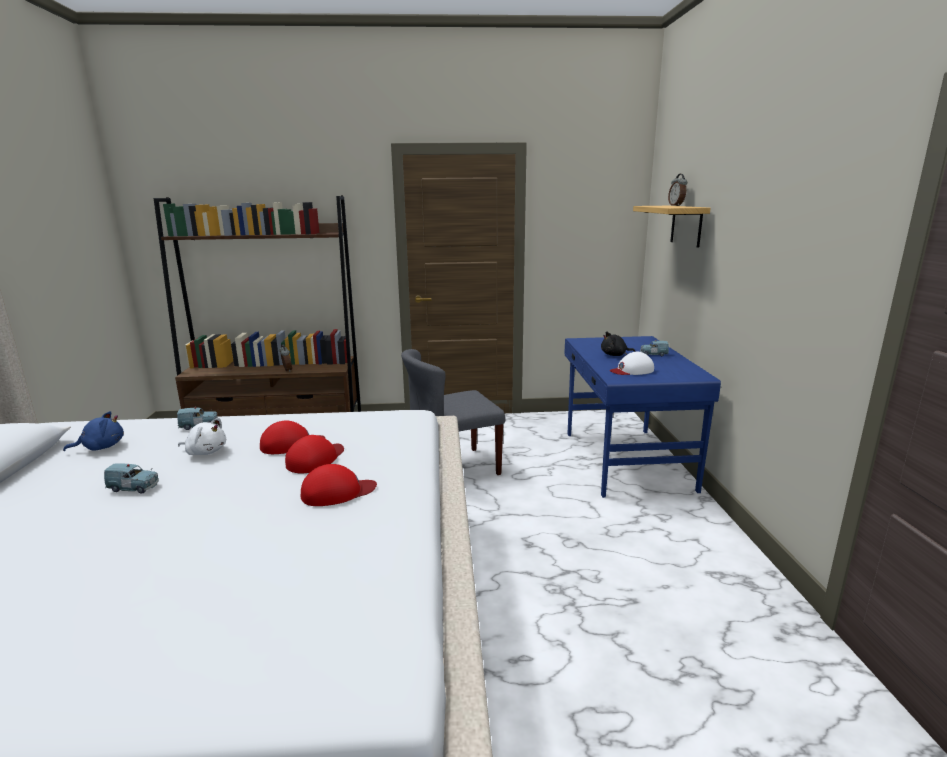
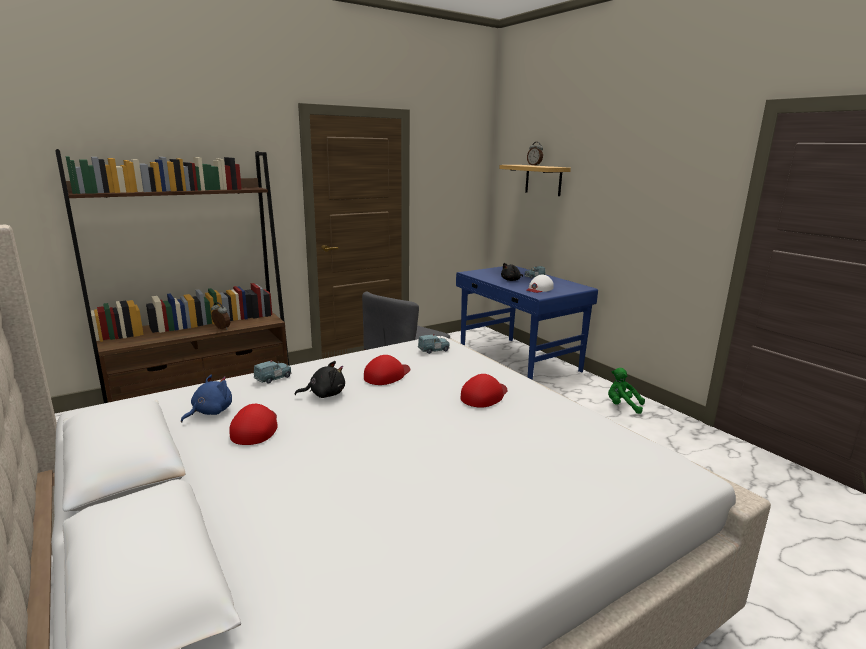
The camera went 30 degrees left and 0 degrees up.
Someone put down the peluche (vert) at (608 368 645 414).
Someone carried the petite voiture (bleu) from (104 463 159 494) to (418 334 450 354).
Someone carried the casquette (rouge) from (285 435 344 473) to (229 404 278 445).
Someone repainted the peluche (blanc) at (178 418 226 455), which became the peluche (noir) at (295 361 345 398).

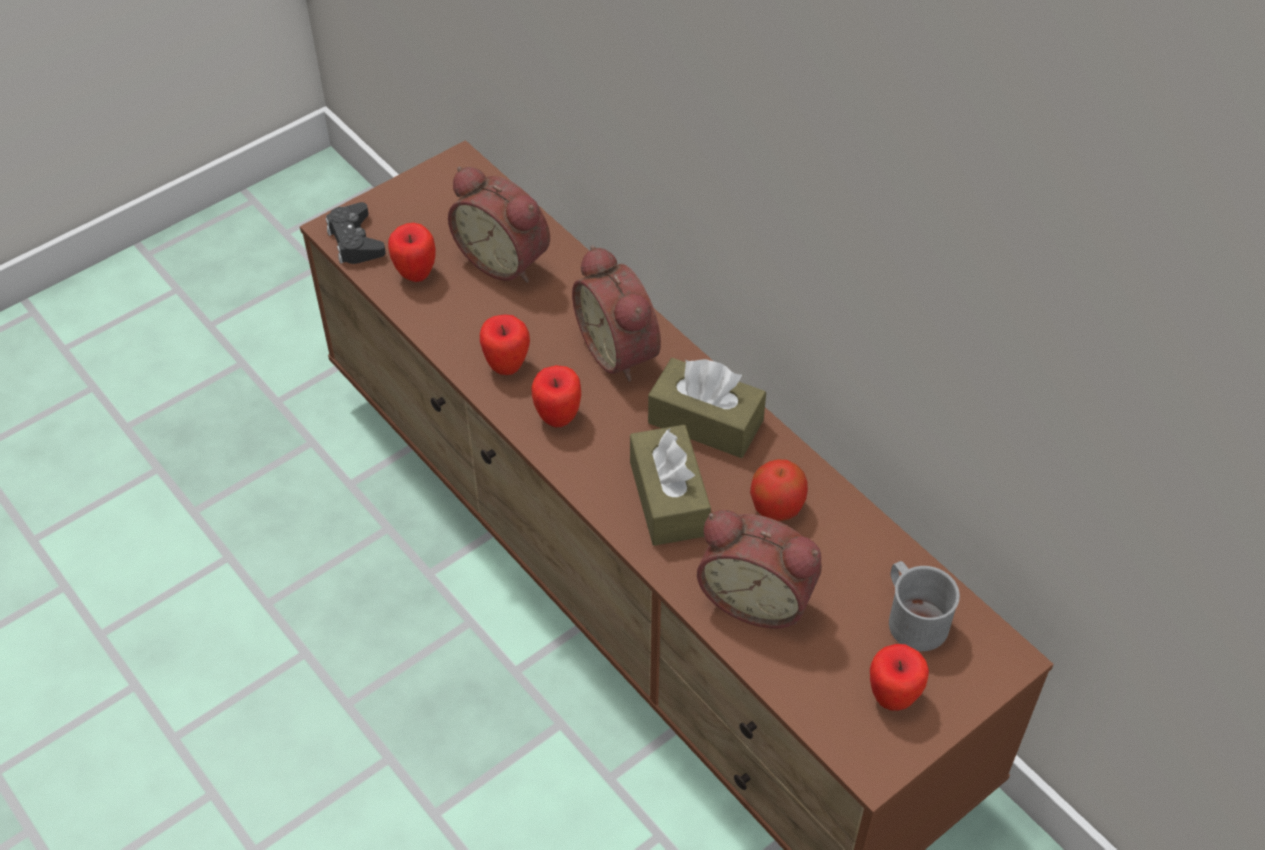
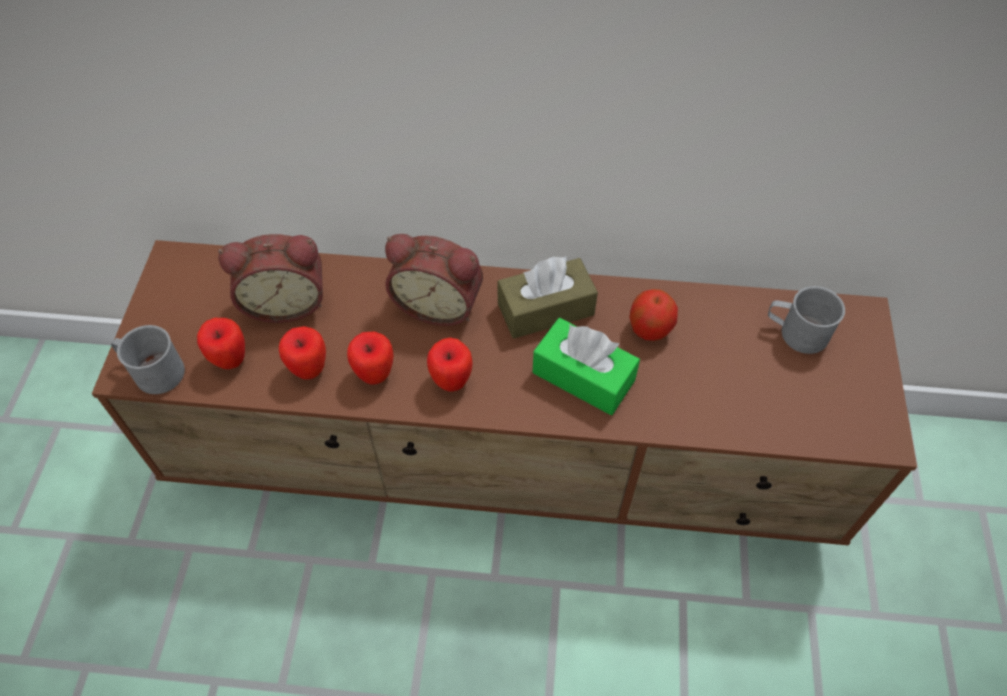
The camera went 45 degrees left and 5 degrees up.
Someone took away the réveil at (697 510 822 628).
Someone carried the pomme from (870 644 929 711) to (279 326 326 380).
Someone swapped the manette (noir) at (326 202 386 264) for the mug (gris) at (111 325 185 394).
Someone repainted the boîte à mouchoirs (marron) at (630 425 711 546), which became the boîte à mouchoirs (vert) at (533 318 640 415).

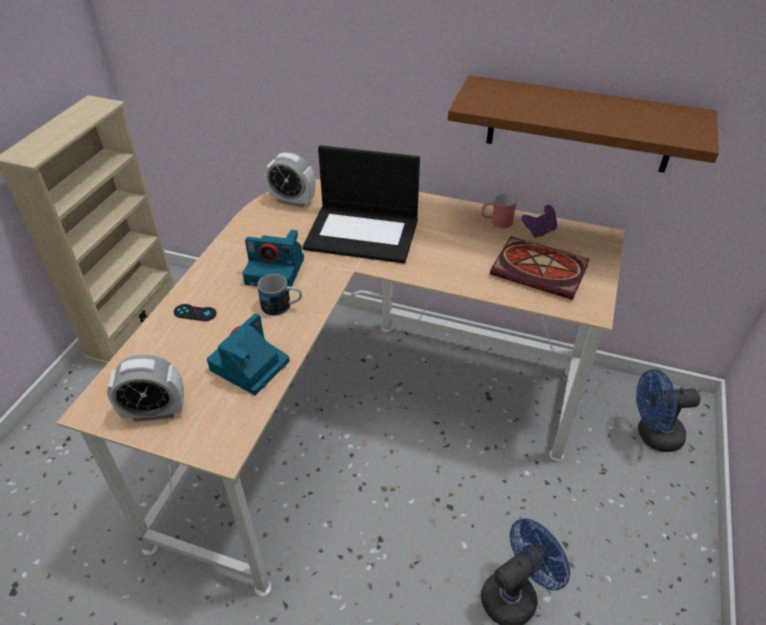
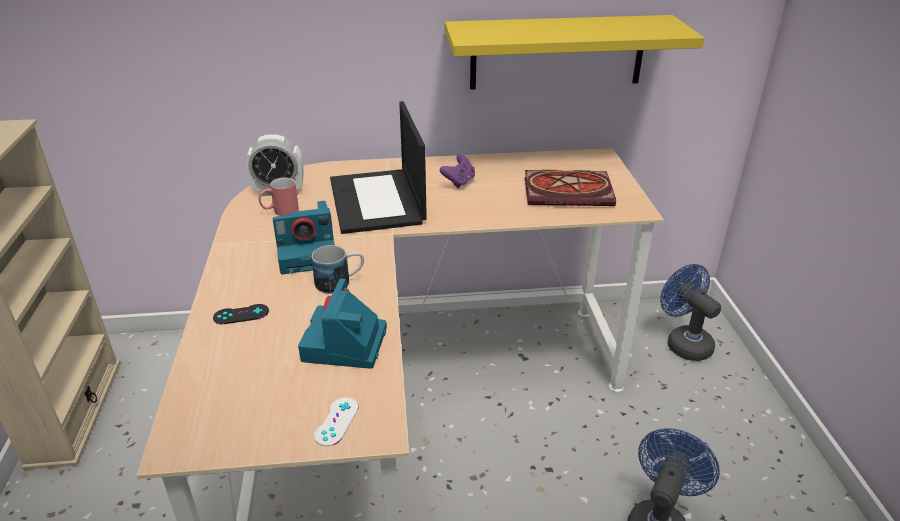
The camera went 25 degrees left and 10 degrees down.
Someone took away the réveil at (107 355 184 422).
Someone put down the manette (blanc) at (314 397 358 446).
Someone carried the mug (rouge) from (482 194 516 228) to (259 178 299 216).
Someone carried the manette (violet) from (522 205 557 238) to (440 154 475 188).
Someone repainted the étagère (marron) at (448 75 719 173), which became the étagère (jaune) at (445 15 704 90).
Someone rotated the ordinateur portable at (303 145 420 264) by 90 degrees clockwise.
Someone rotated the ventilateur (bleu) at (636 369 701 452) by 90 degrees clockwise.

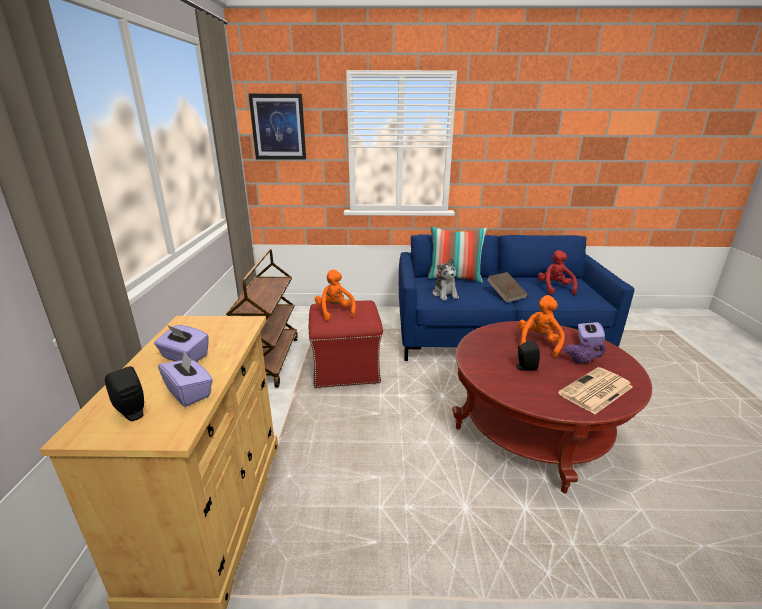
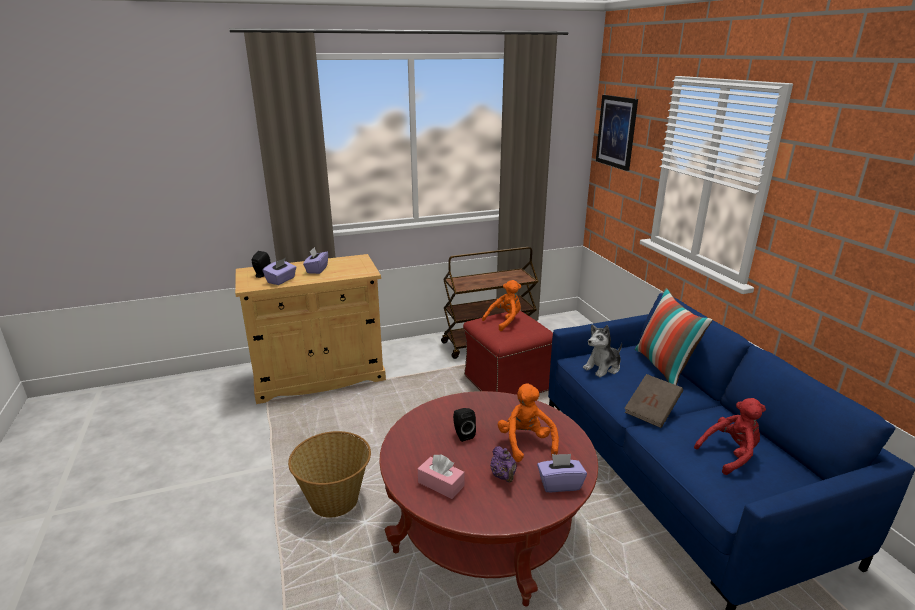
The camera went 70 degrees right and 0 degrees up.
Someone put down the panier at (288 431 371 518).
Someone swapped the journal at (558 367 633 414) for the boîte à mouchoirs (rose) at (418 455 465 499).
Someone rotated the peluche (orange) at (519 295 565 358) by 105 degrees counterclockwise.

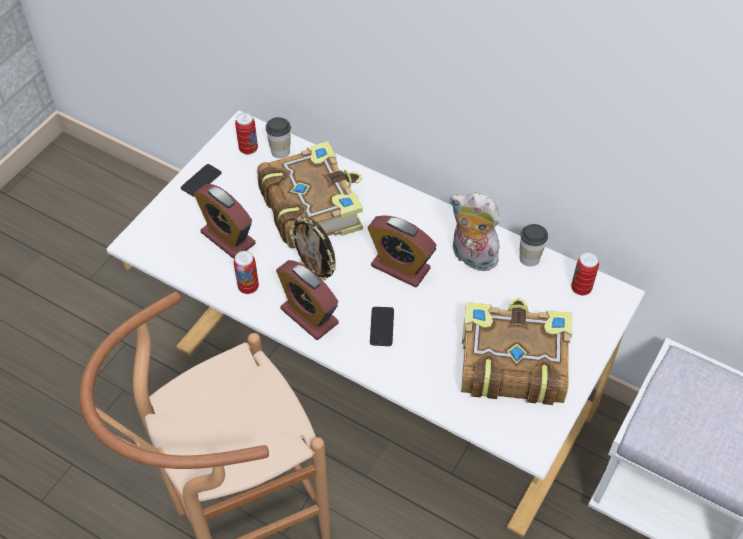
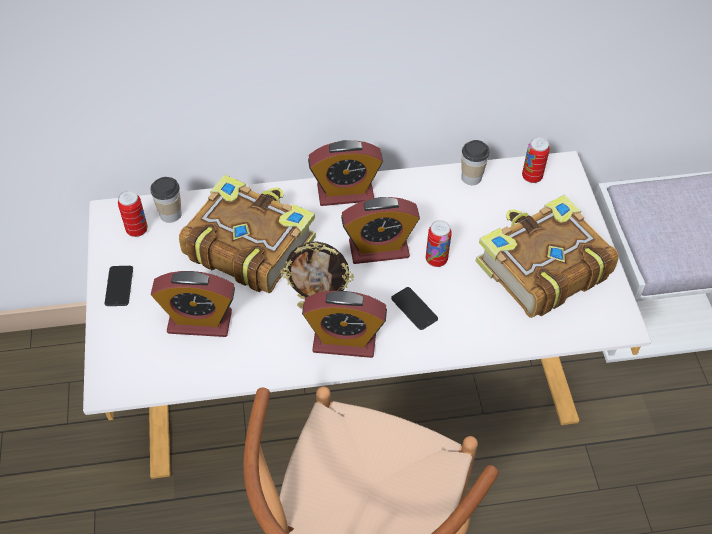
The camera went 40 degrees left and 0 degrees up.
Someone took away the peluche at (450 193 501 271).
Someone put down the réveil at (308 140 383 206).
Someone carried the boîte métallique from (234 251 259 294) to (426 220 452 267).

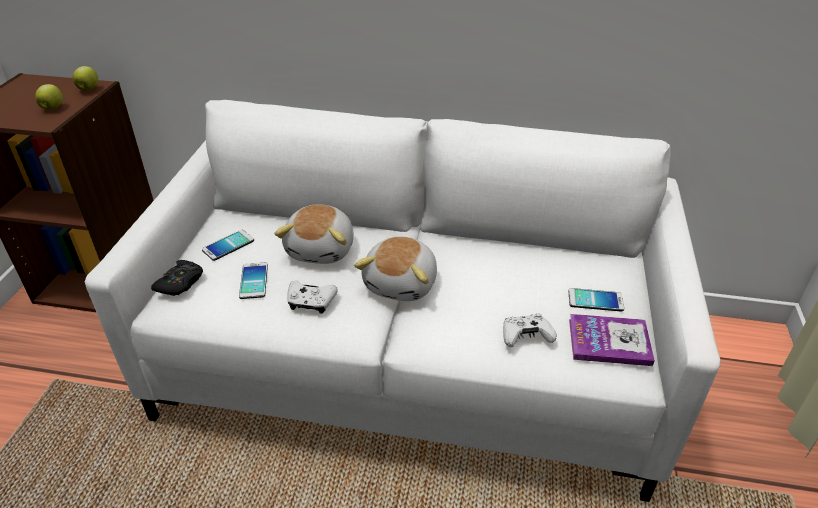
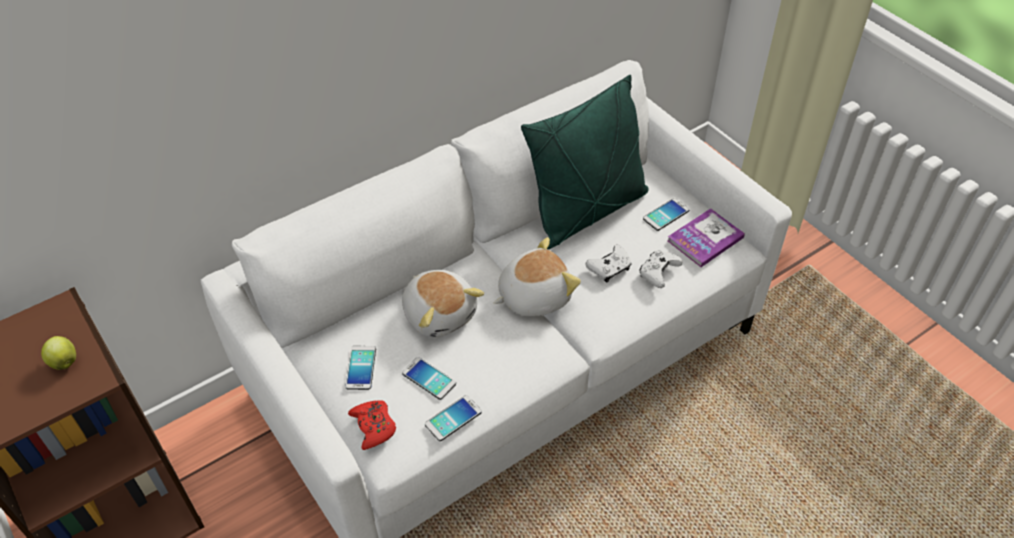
The camera went 45 degrees left and 10 degrees up.
Someone took away the pomme at (73 66 98 91).
Someone put down the téléphone at (425 395 482 441).
Someone put down the coussin (vert) at (521 75 649 250).
Someone carried the manette (blanc) from (287 280 338 314) to (585 245 631 282).
Someone repainted the manette (noir) at (151 260 203 296), which became the manette (rouge) at (348 400 396 450).
Someone rotated the peluche at (354 236 437 301) by 90 degrees counterclockwise.

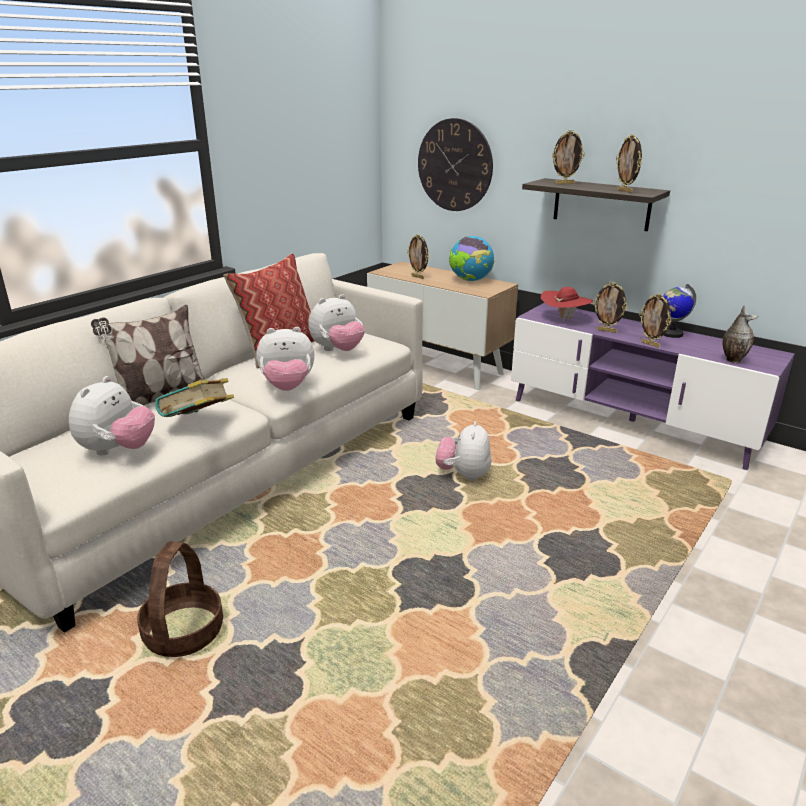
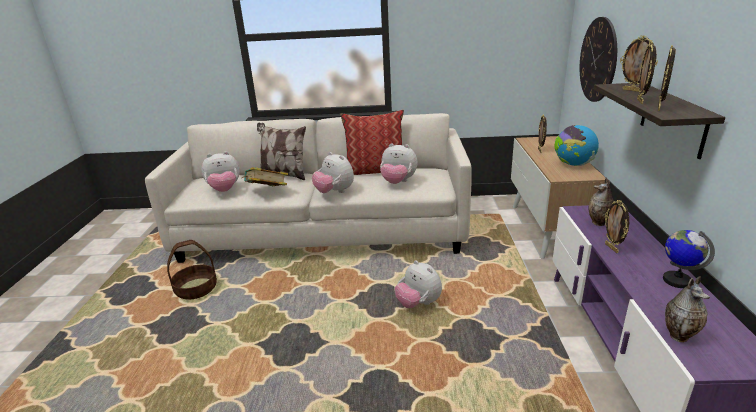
The camera went 55 degrees right and 0 degrees up.
Someone carried the cadre photo from (639 293 671 348) to (637 42 656 104).
Someone swapped the chapeau (rouge) at (541 287 593 322) for the vase at (588 177 614 226).
Someone rotated the peluche at (436 421 491 481) by 105 degrees counterclockwise.

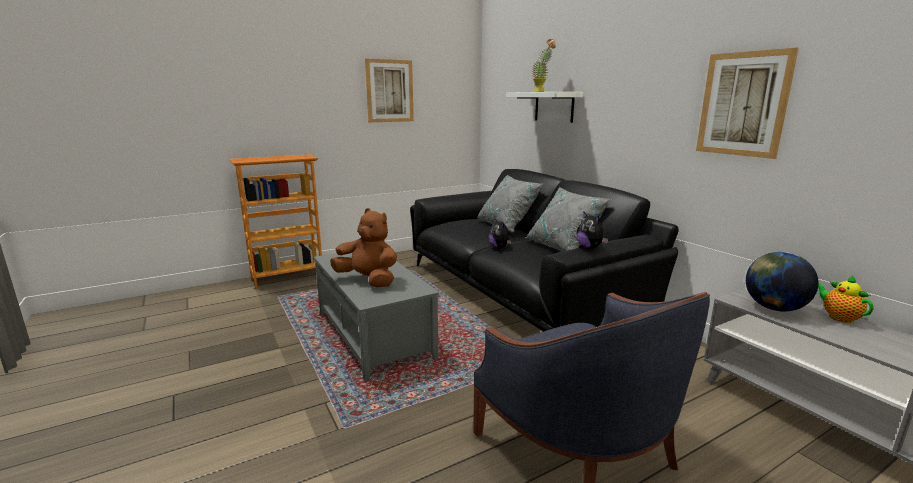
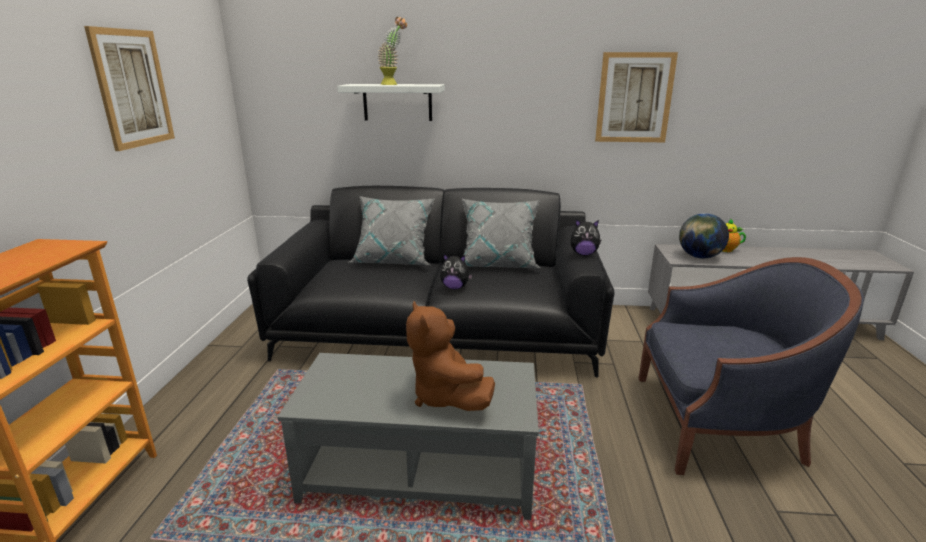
The camera went 55 degrees left and 5 degrees up.
Someone rotated the peluche (marron) at (330 208 397 287) by 90 degrees counterclockwise.

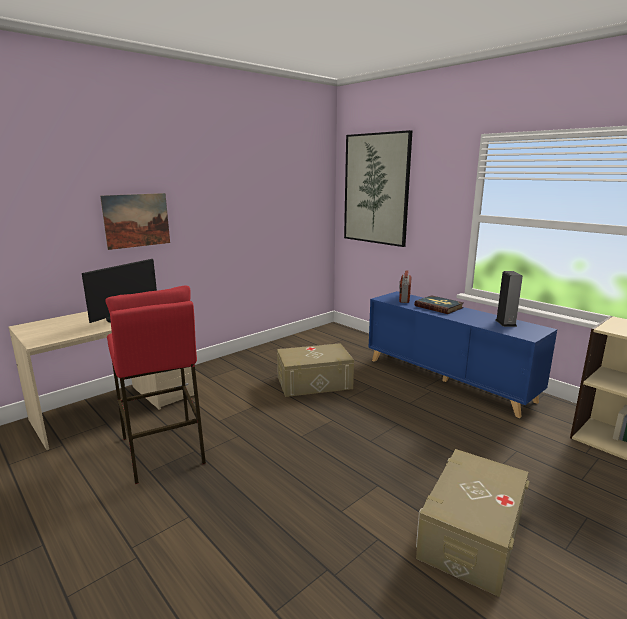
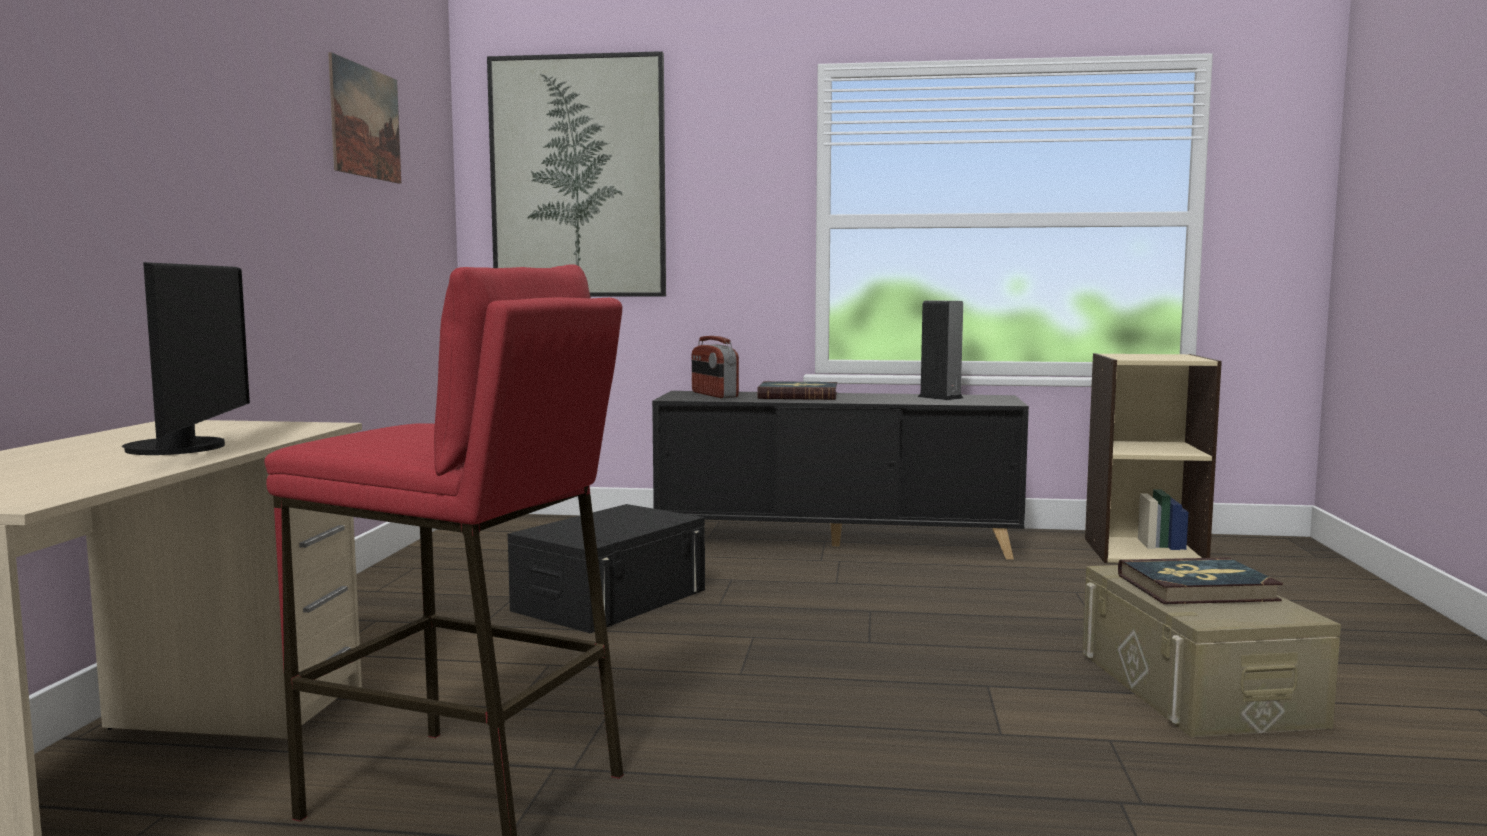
The camera went 40 degrees left and 10 degrees down.
Someone put down the livre at (1118 557 1283 604).
Someone carried the tableau from (100 193 170 250) to (328 52 401 184).
Someone repainted the boîte de rangement (beige) at (277 343 354 397), which became the boîte de rangement (noir) at (508 504 705 633).
Someone repainted the meuble de rangement (bleu) at (368 291 557 418), which became the meuble de rangement (noir) at (652 391 1029 560).

